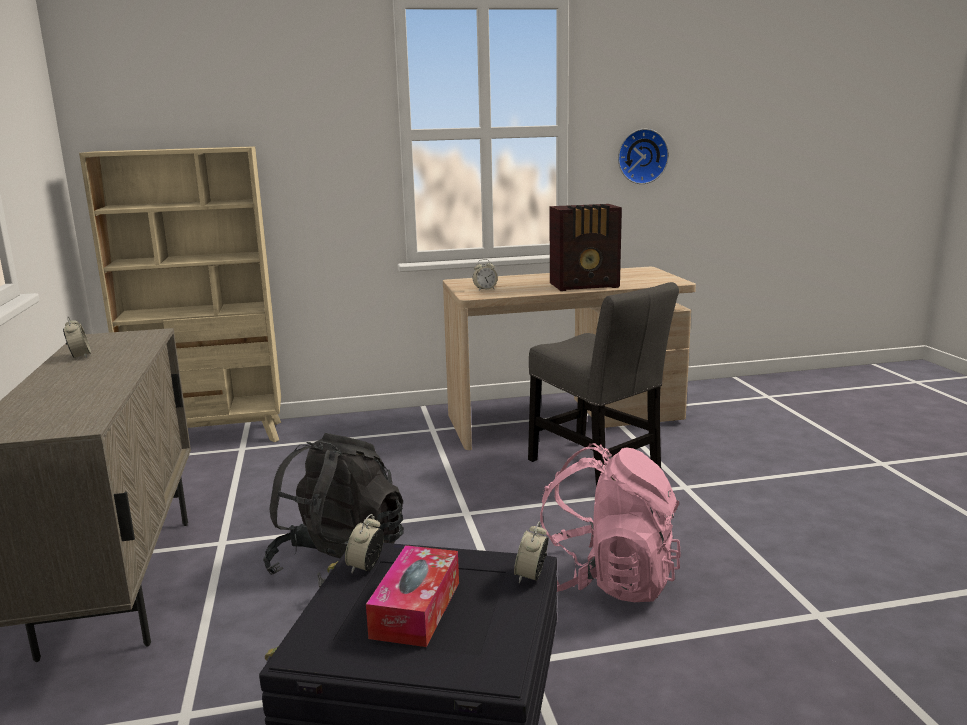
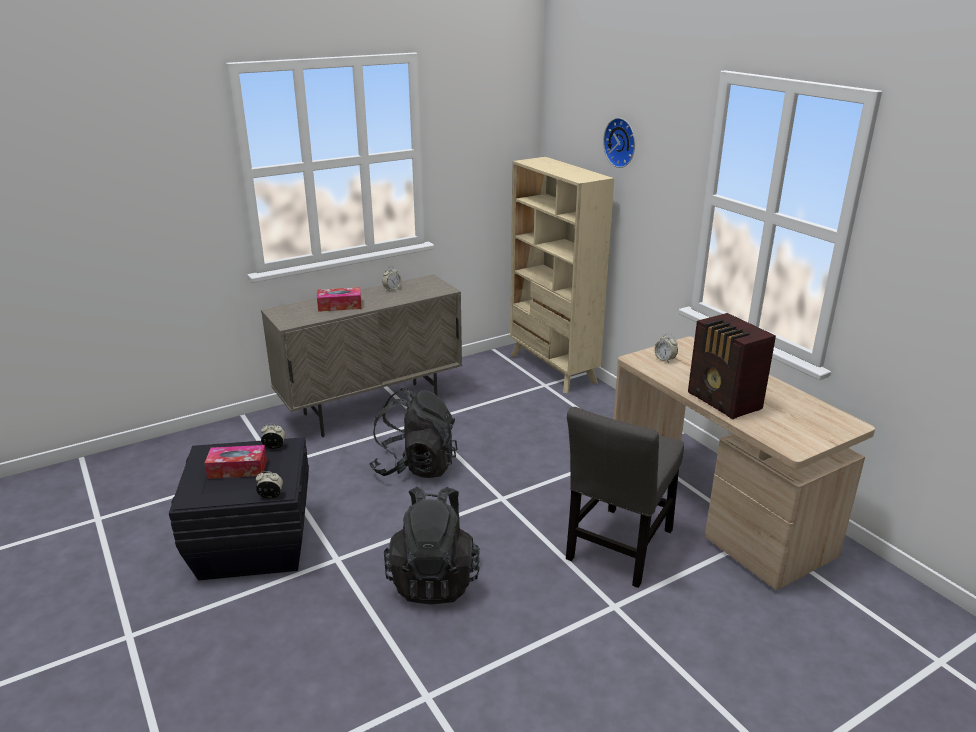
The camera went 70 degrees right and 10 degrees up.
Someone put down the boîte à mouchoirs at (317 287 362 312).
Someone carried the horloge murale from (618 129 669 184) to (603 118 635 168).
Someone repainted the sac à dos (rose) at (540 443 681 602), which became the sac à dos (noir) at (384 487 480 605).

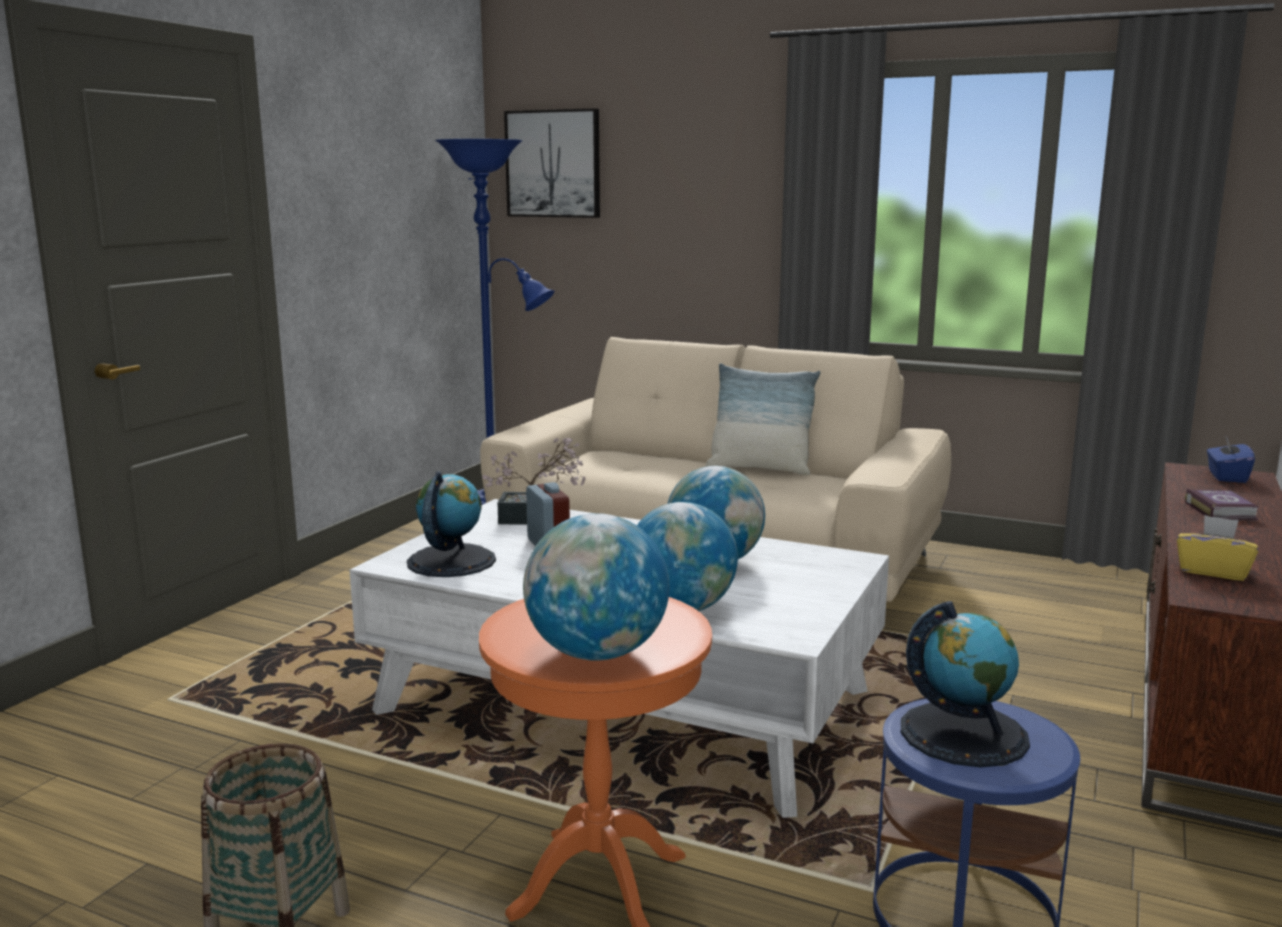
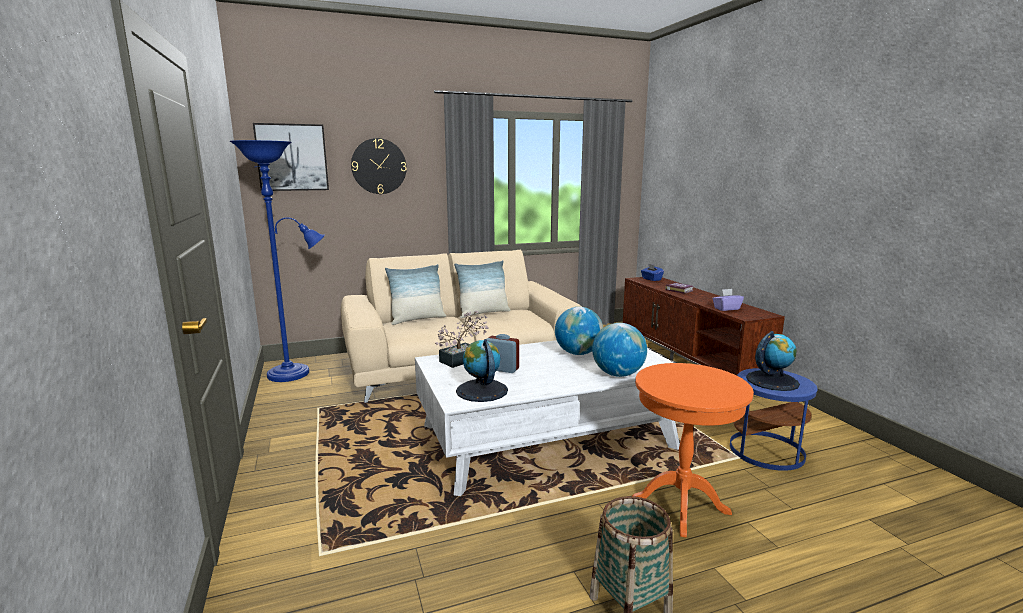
The camera went 45 degrees left and 0 degrees up.
Someone took away the globe at (523 513 669 661).
Someone put up the horloge murale at (351 138 407 194).
Someone put down the coussin at (385 264 446 325).
Someone repainted the boîte à mouchoirs (jaune) at (1177 515 1258 581), which became the boîte à mouchoirs (violet) at (712 289 744 311).

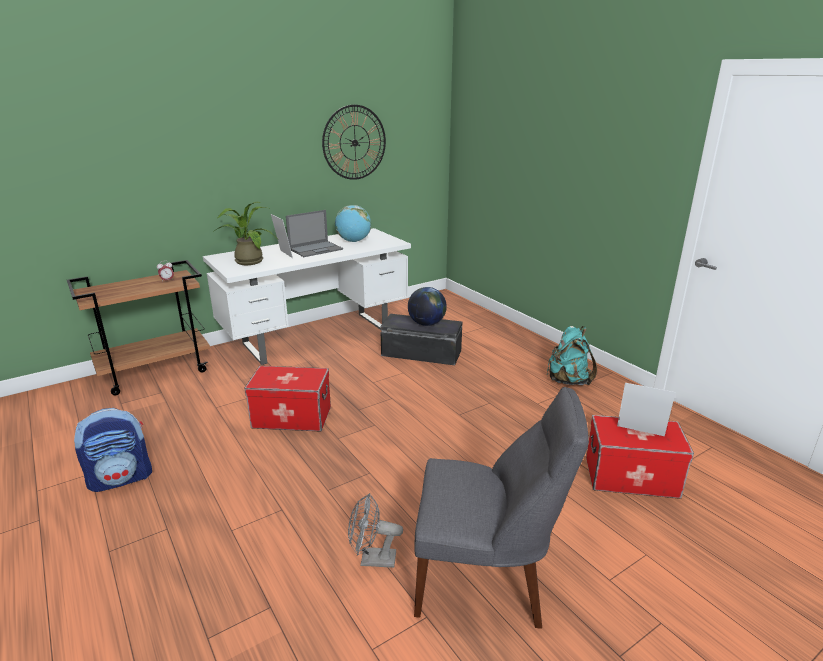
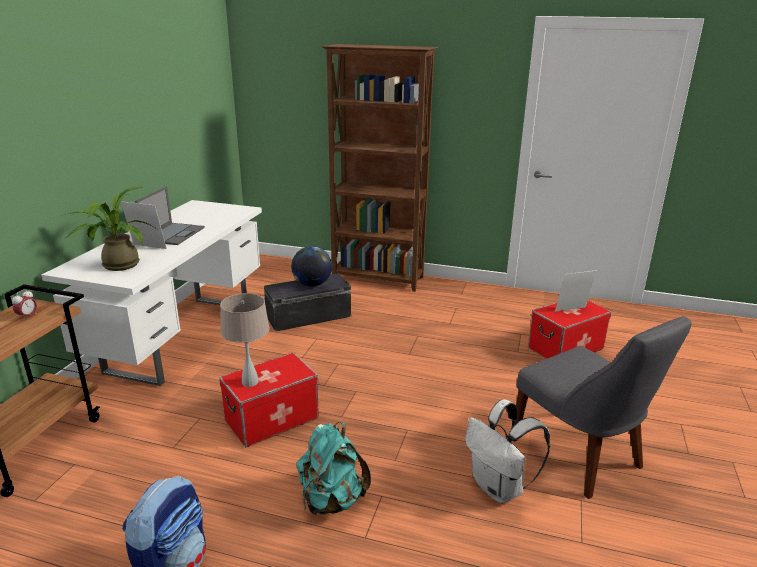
The camera went 40 degrees left and 0 degrees up.
Someone took away the horloge murale at (322 105 386 180).
Someone took away the globe at (335 205 371 242).
Someone put down the lampe de table (beige) at (220 293 270 387).
Someone put down the bibliothèque (marron) at (322 44 438 292).
Someone carried the sac à dos (turquoise) from (547 326 597 385) to (297 422 371 515).
Someone swapped the ventilateur (gris) at (348 493 403 568) for the sac à dos (blanc) at (465 399 550 503).
Someone rotated the chaise (gris) at (414 387 589 629) by 90 degrees clockwise.

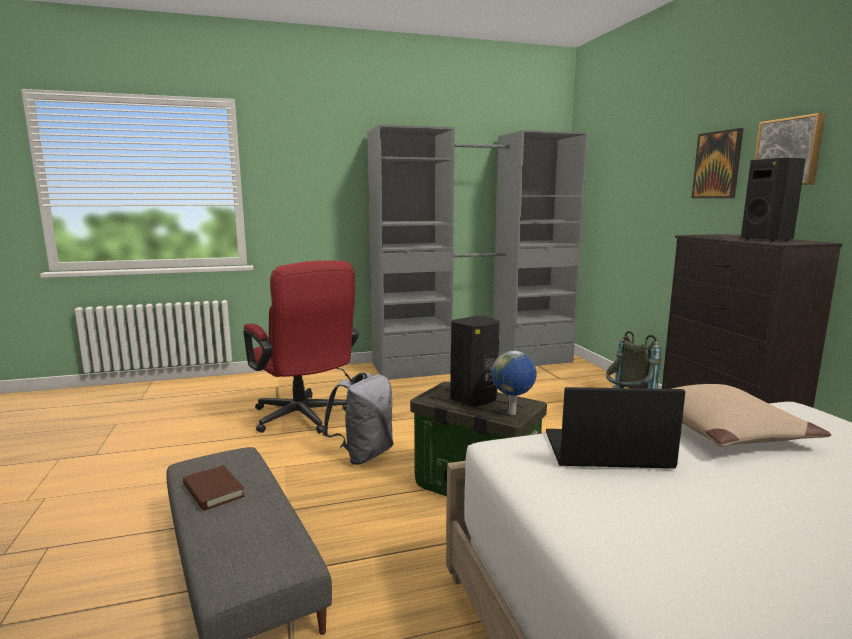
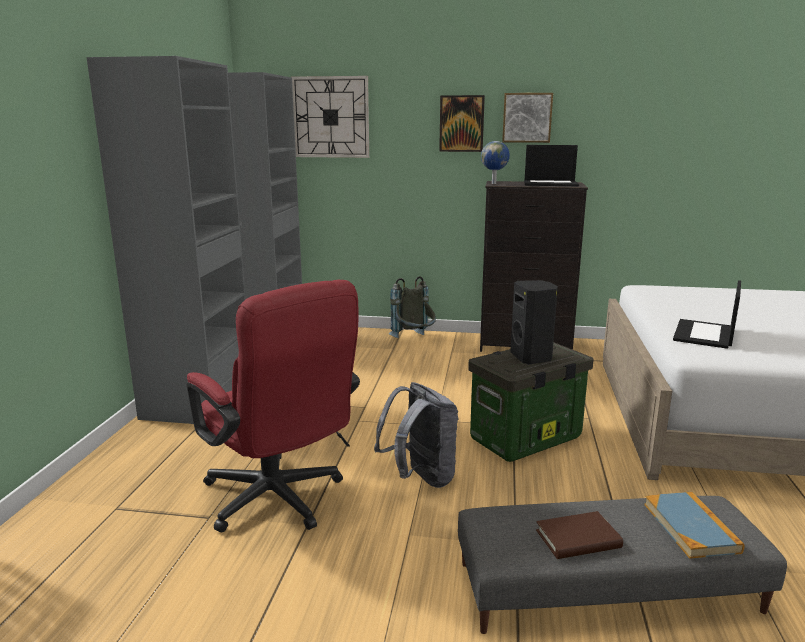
The camera went 65 degrees left and 5 degrees up.
Someone took away the coussin (beige) at (672 384 831 447).
Someone put up the horloge murale at (291 76 369 158).
Someone put down the livre at (644 492 744 559).
Someone carried the globe from (491 351 537 415) to (481 141 510 184).
Someone swapped the enceinte (noir) at (741 158 806 242) for the ordinateur portable at (524 145 579 186).
Someone rotated the chaise de bureau (rouge) at (243 260 359 434) by 60 degrees clockwise.

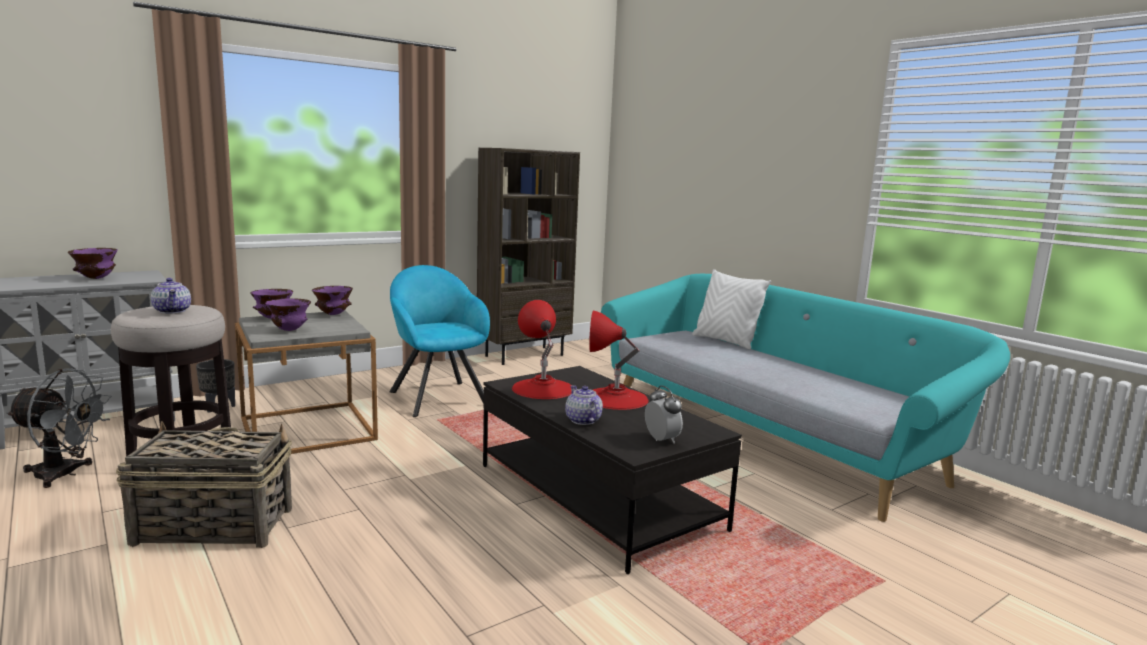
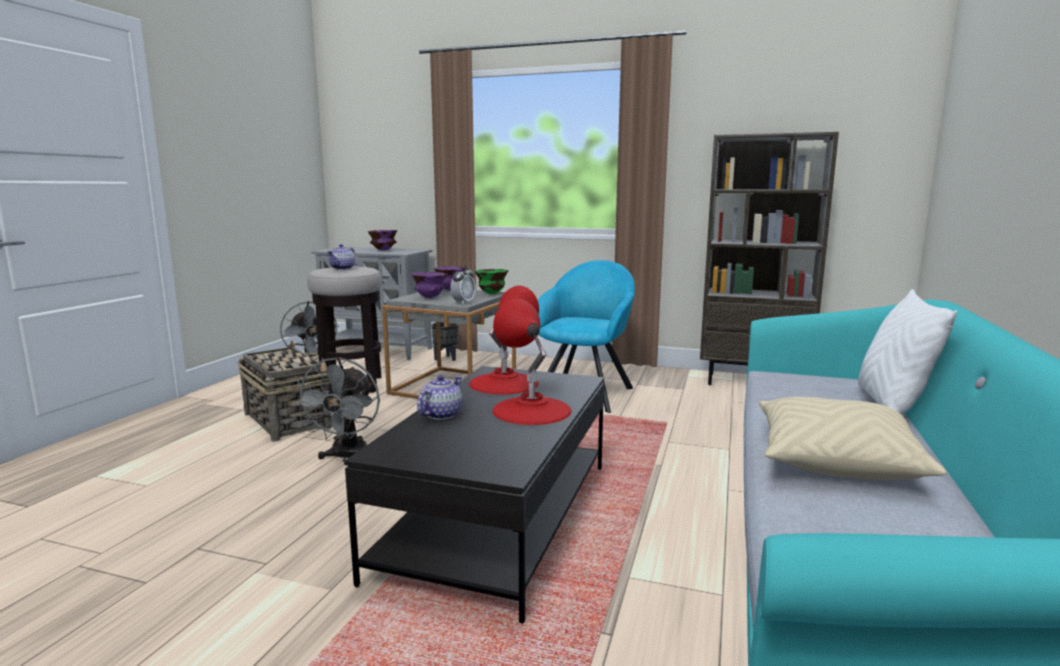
The camera went 55 degrees right and 0 degrees up.
Someone put down the ventilateur (gris) at (294 357 380 461).
Someone put down the coussin (beige) at (759 397 947 480).
Someone carried the réveil from (645 385 683 443) to (450 265 476 304).
Someone repainted the bol (violet) at (312 286 353 315), which became the bol (vert) at (475 269 508 294).

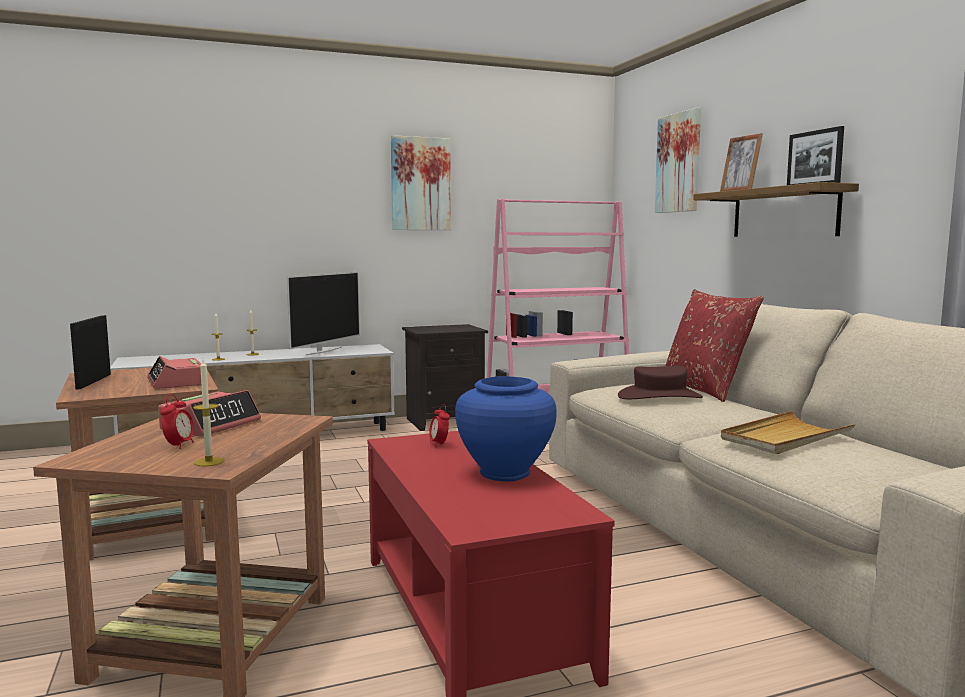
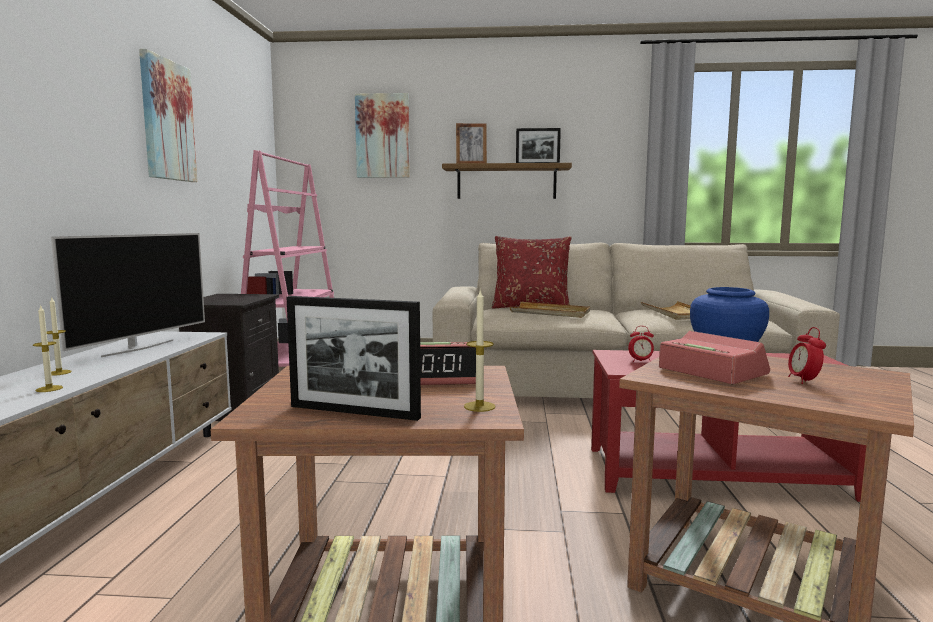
The camera went 65 degrees left and 0 degrees up.
Someone carried the bougie from (193 360 224 466) to (464 290 495 412).
Someone swapped the chapeau (marron) at (618 366 703 399) for the plateau (beige) at (510 302 590 318).
Someone rotated the réveil at (160 394 194 449) by 120 degrees counterclockwise.
Someone rotated the téléviseur at (287 272 360 355) by 60 degrees clockwise.

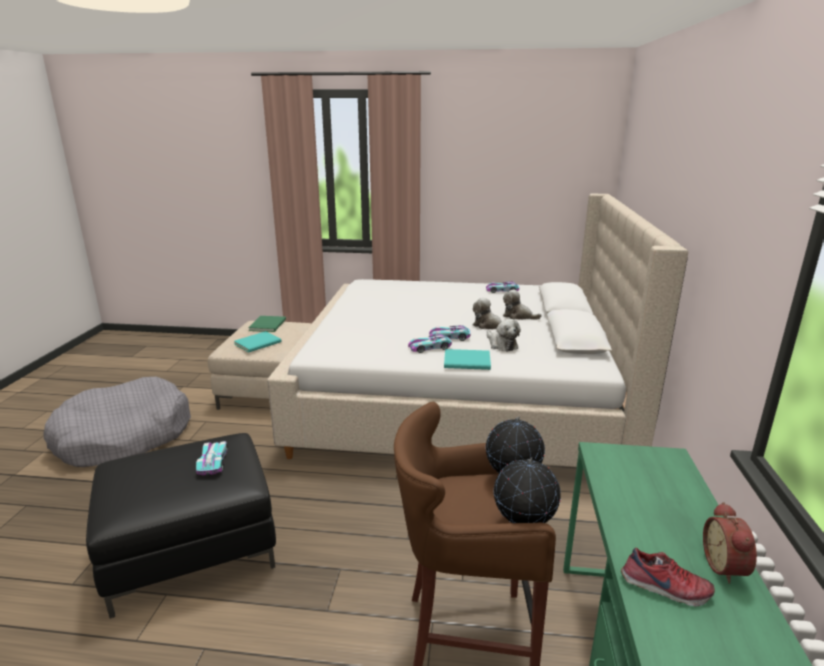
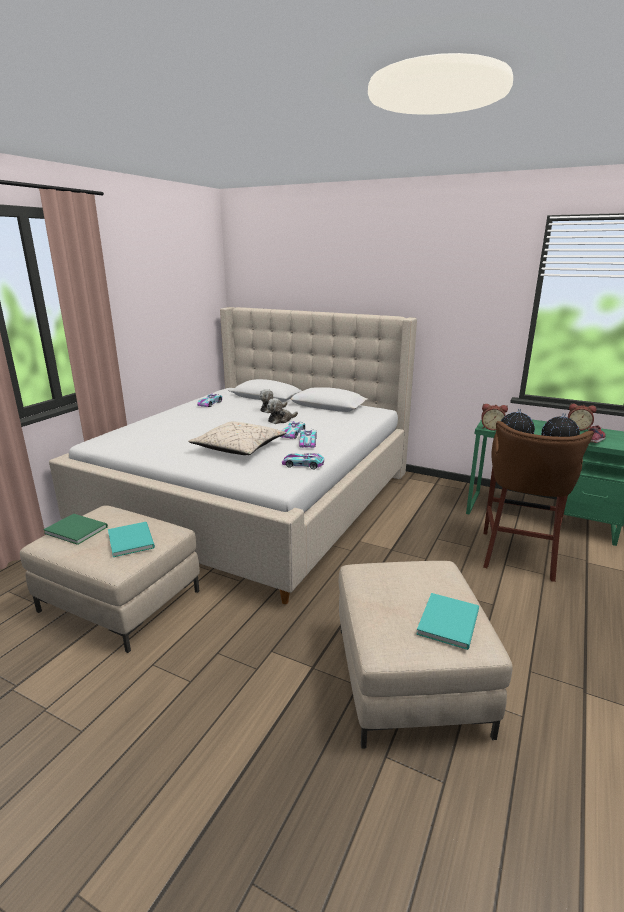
The camera went 70 degrees left and 0 degrees up.
Someone took away the panier pour chien (gris) at (44 377 191 467).
Someone took away the peluche at (487 319 521 352).
Someone put down the coussin (beige) at (188 421 286 455).
Someone put down the réveil at (481 404 508 431).
Someone carried the petite voiture from (196 441 228 475) to (282 453 324 469).
Someone carried the livre (turquoise) from (444 349 491 370) to (416 593 479 650).
Someone repainted the pouf (noir) at (86 433 276 619), which became the pouf (beige) at (339 561 513 749).

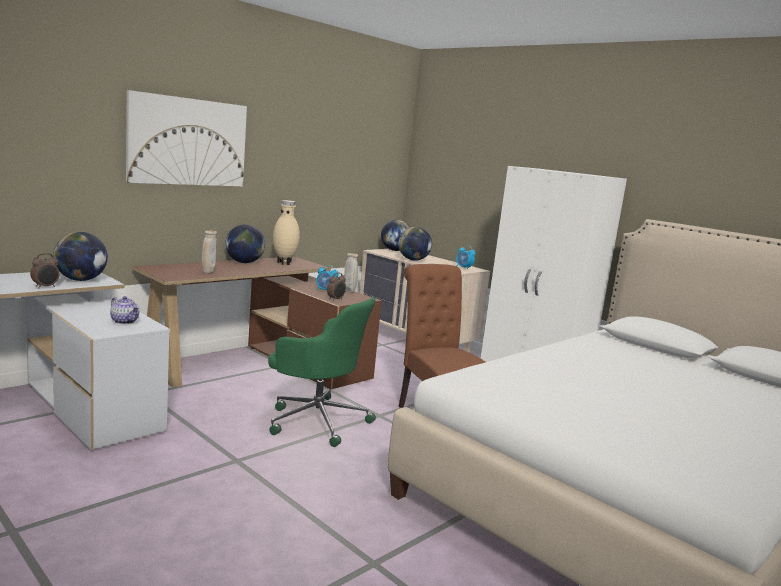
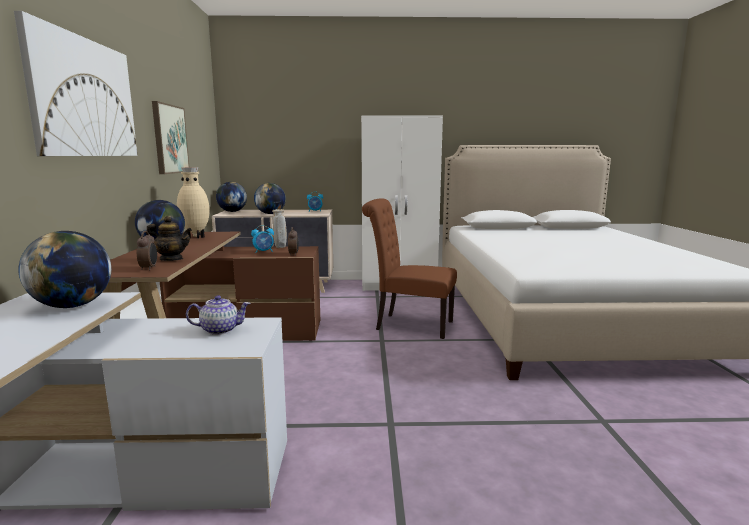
The camera went 45 degrees left and 0 degrees up.
Someone took away the chaise de bureau (vert) at (268 297 376 447).
Someone put up the tableau at (152 101 189 174).
Someone carried the réveil from (30 253 60 288) to (137 231 157 271).
Someone swapped the vase (beige) at (202 230 217 273) for the théière at (147 216 192 261).

